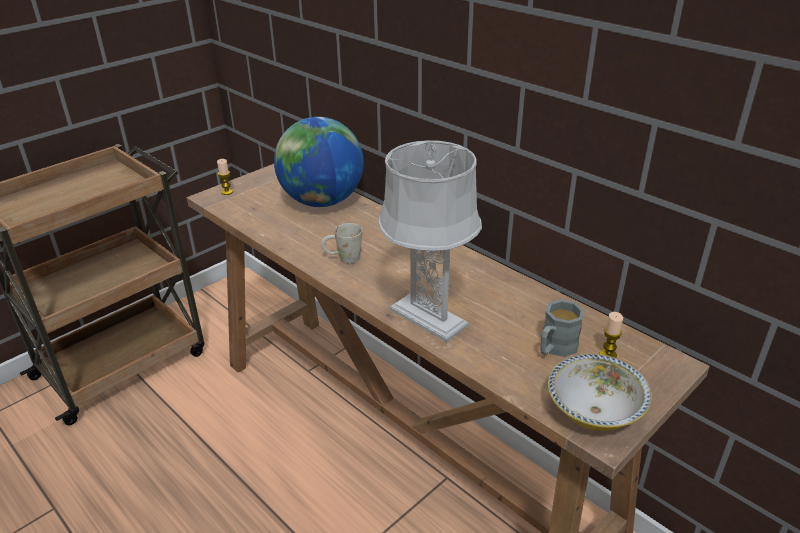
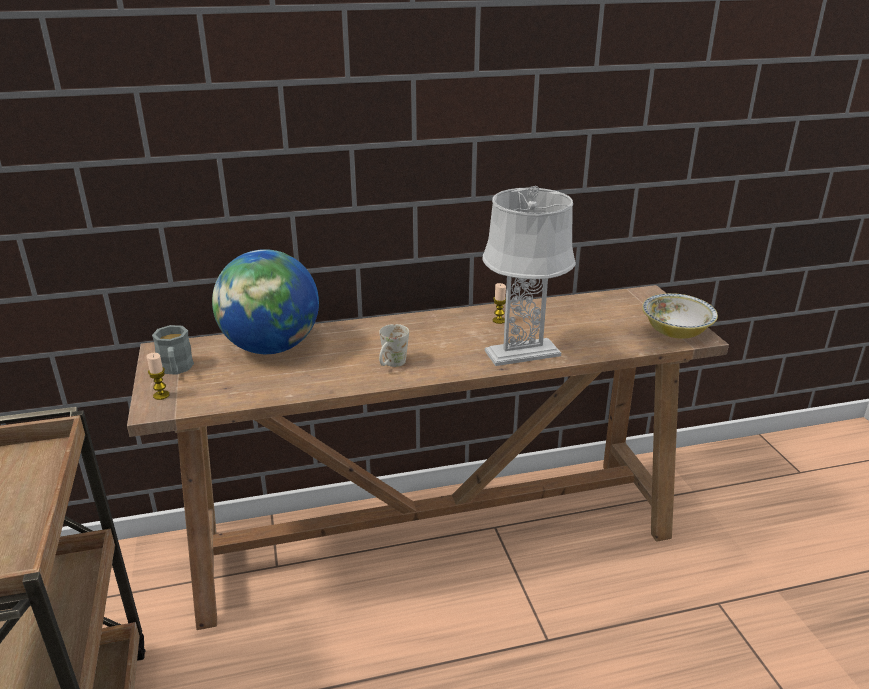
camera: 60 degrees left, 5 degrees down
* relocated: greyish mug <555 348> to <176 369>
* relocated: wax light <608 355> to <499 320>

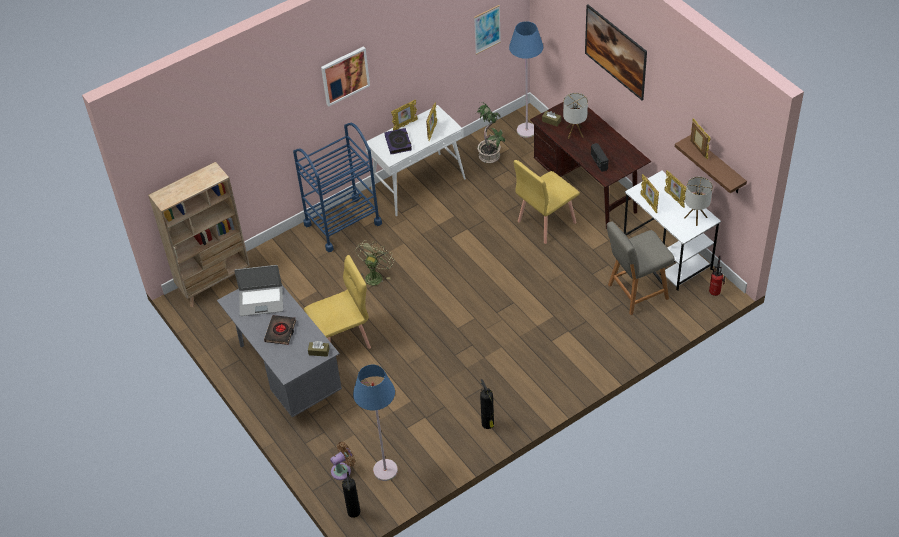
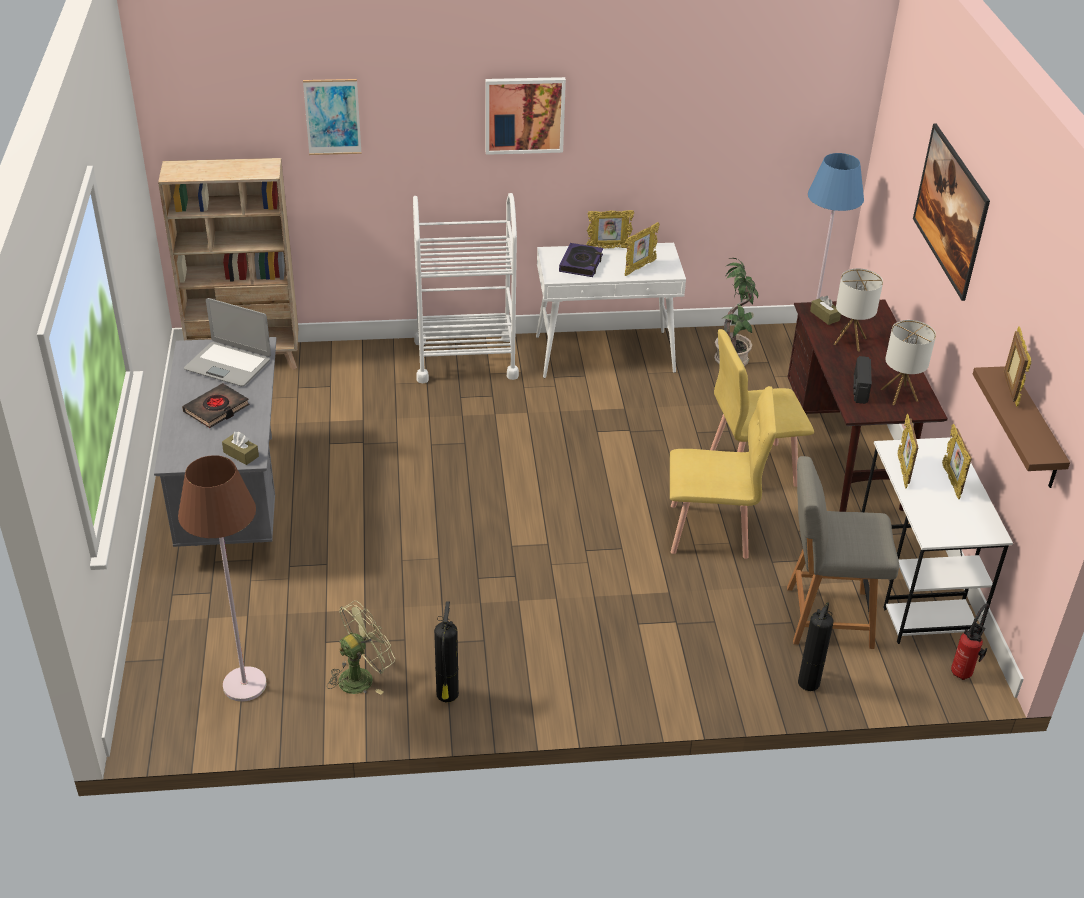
camera: 25 degrees right, 10 degrees down
* relocated: picture <487 29> to <332 117>
* colour: blue trolley <342 224> to white trolley <465 359>
* relocated: table lamp <695 217> to <899 395>
* relocated: green cooling fan <374 275> to <362 676>
* relocated: yellow upright chair <342 340> to <710 531>
* colour: blue standard lamp <385 470> to brown standard lamp <244 685>
* missing: brown cooling fan <343 470>
* relocated: fire-fighting cylinder <353 511> to <809 682>

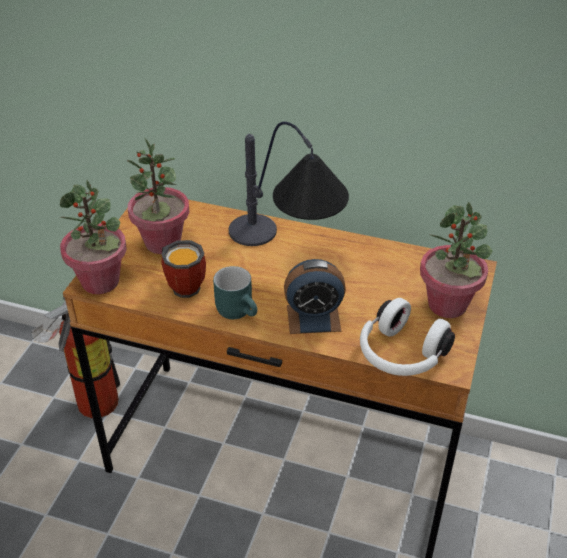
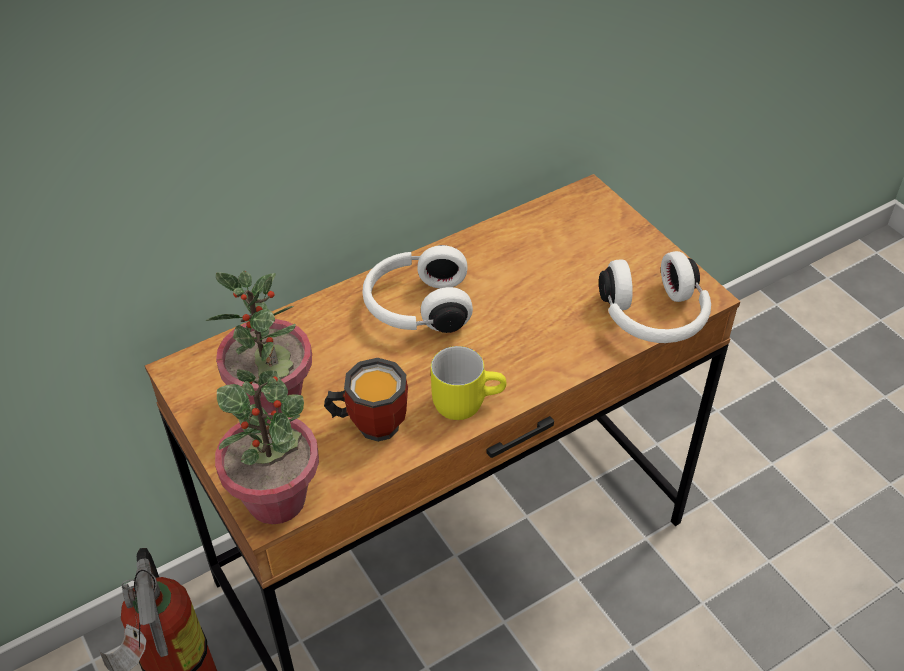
camera: 50 degrees left, 5 degrees up
* exchanged: table lamp <287 253> to white pair of headphones <417 307>
* missing: plant in a pot <448 304>
* missing: table clock <313 318>
* colour: turquoise mug <239 310> to yellow mug <466 400>

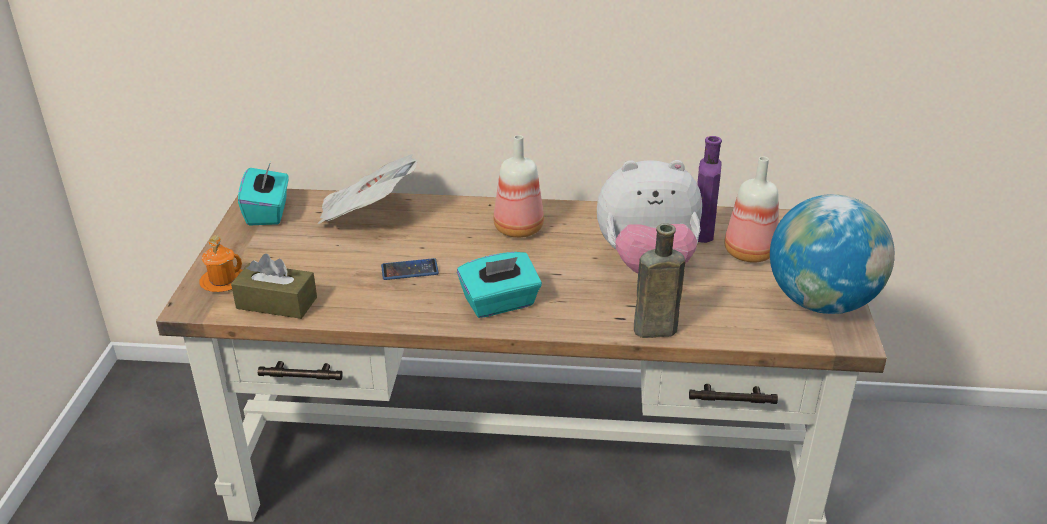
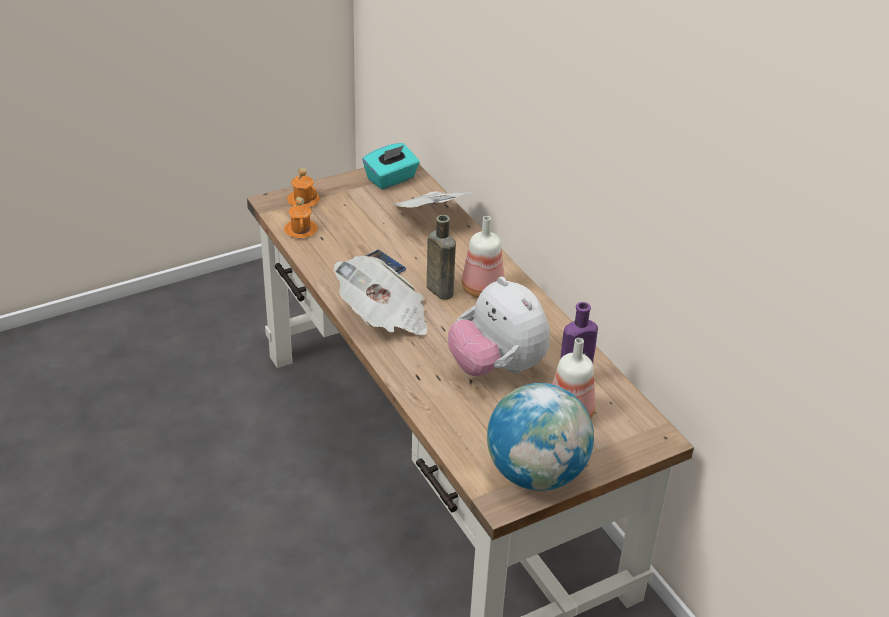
camera: 55 degrees right, 5 degrees up
* relocated: brown drink bottle <652 330> to <438 289>
* exchanged: turquoise tissue box <500 303> to daily paper <383 317>
* exchanged: brown tissue box <277 303> to orange-coloured mug <301 230>

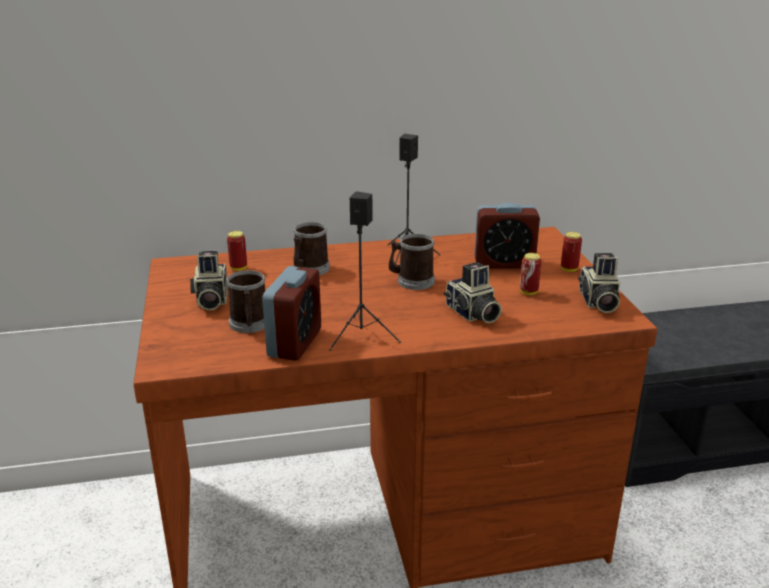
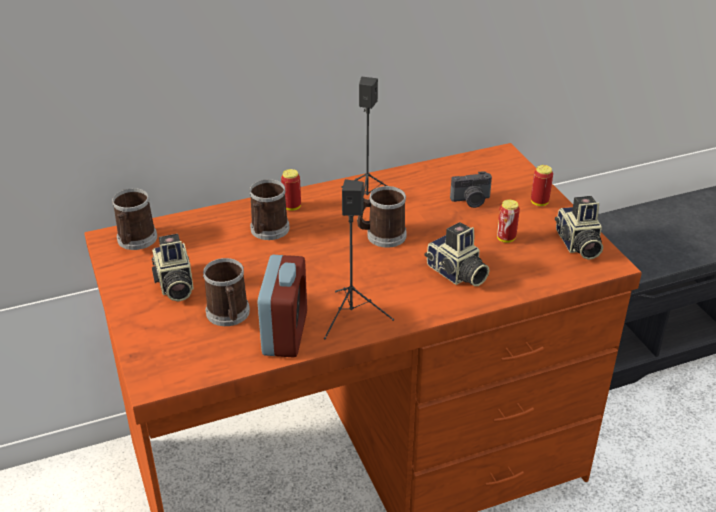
camera: 10 degrees left, 10 degrees up
* exchanged: table clock <504 263> to photo camera <471 201>
* relocated: can <238 268> to <292 207>
* appeared: mug <135 241>

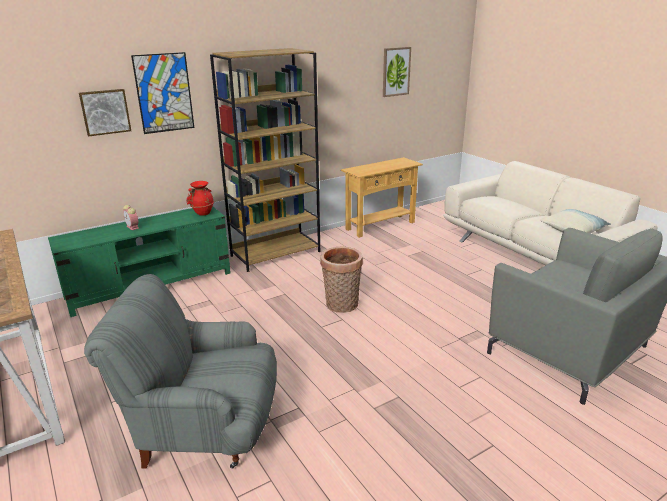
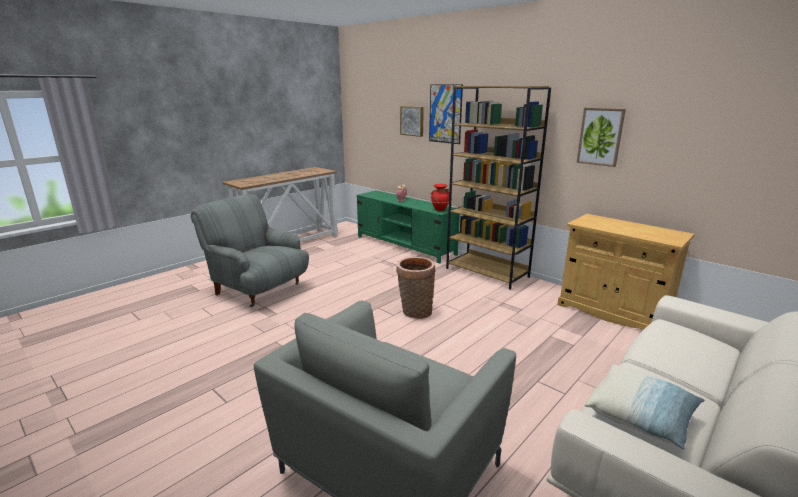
camera: 75 degrees right, 5 degrees down
* relocated: picture <396 71> to <600 136>
* exchanged: beige-coloured narrow table <380 226> to beige-coloured cabinet <612 312>
* spun: greyish lounge chair <203 428> = <258 289> 45 degrees counterclockwise

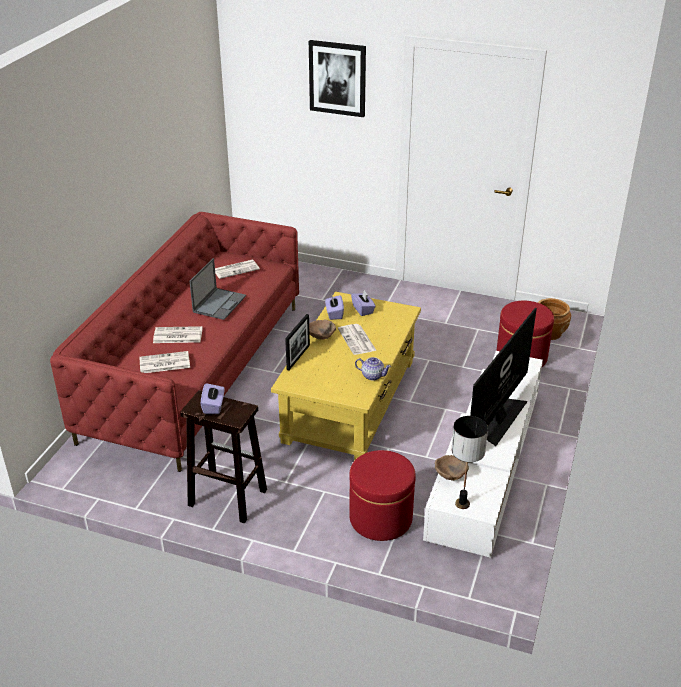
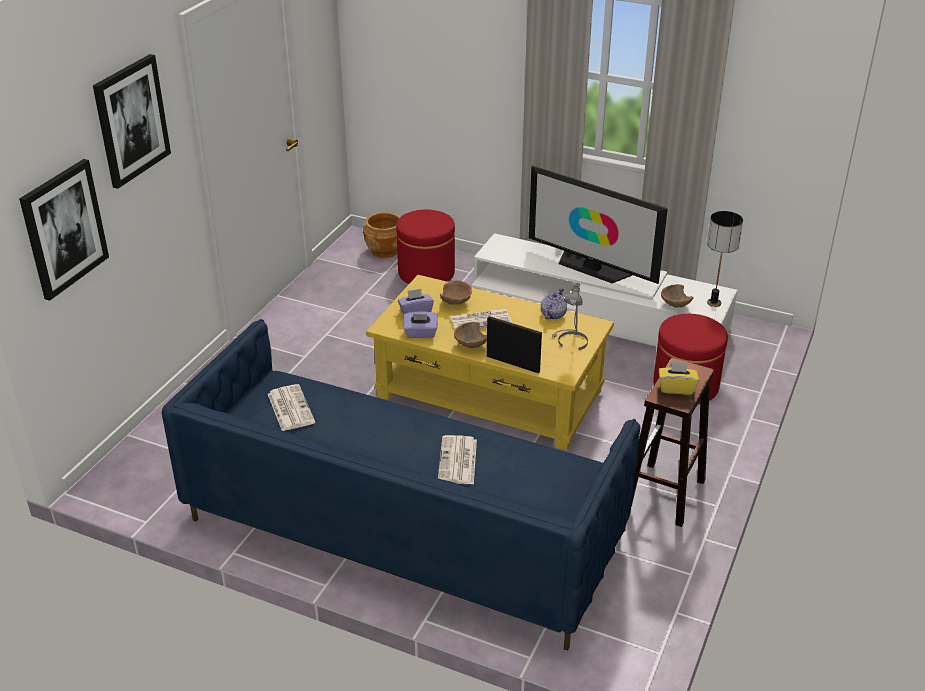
camera: 85 degrees left, 0 degrees up
* colour: red settee <195 369> to blue settee <403 528>
* missing: portable computer <219 303>
* missing: daily paper <164 363>
* colour: purple-coloured tissue box <213 406> to yellow tissue box <676 388>
* appeared: picture <64 228>
* appeared: brown serving bowl <456 303>
* appeared: greyish table lamp <570 341>

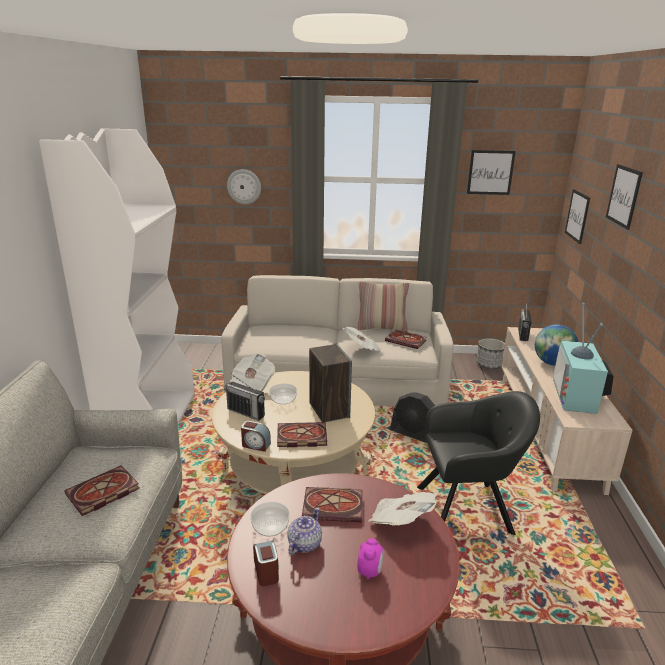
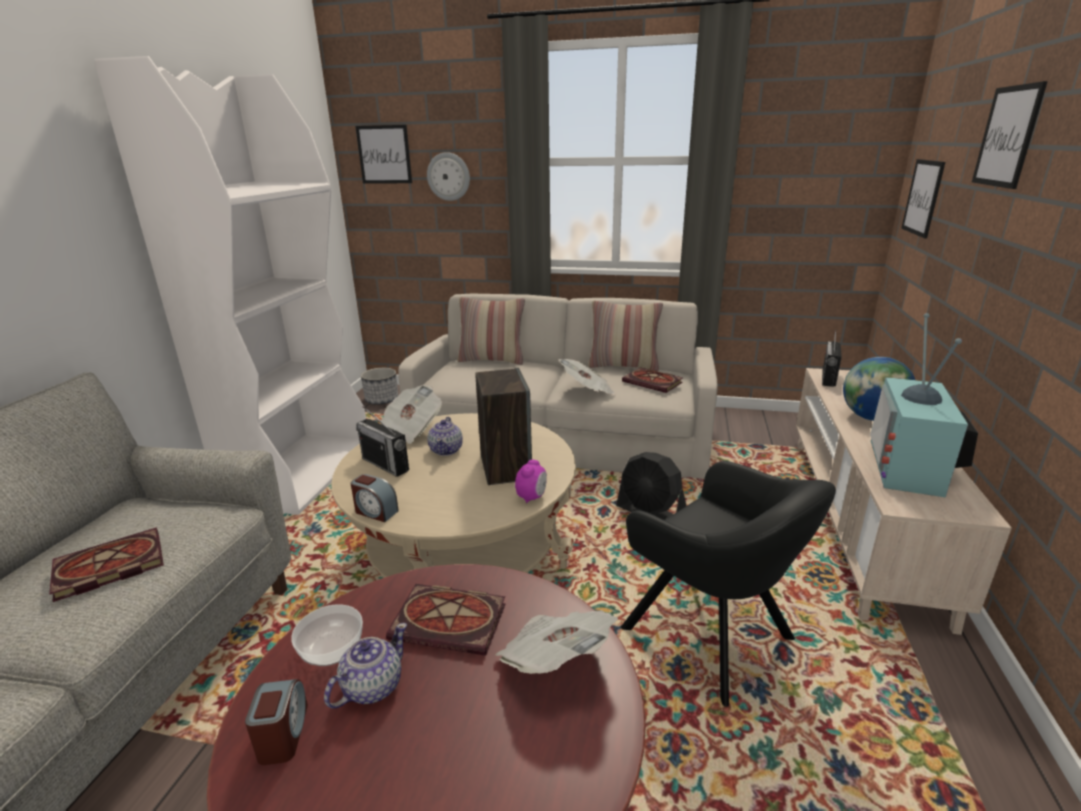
camera: 10 degrees right, 0 degrees up
* relocated: picture <490 172> to <384 154>
* relocated: plant pot <489 364> to <382 400>
* exchanged: serving bowl <283 399> to teapot <446 450>
* spun: black lounge chair <468 510> = <713 638> 45 degrees clockwise
* missing: bound book <300 437>
* relocated: table clock <370 571> to <532 497>
* appeared: pillow <492 360>

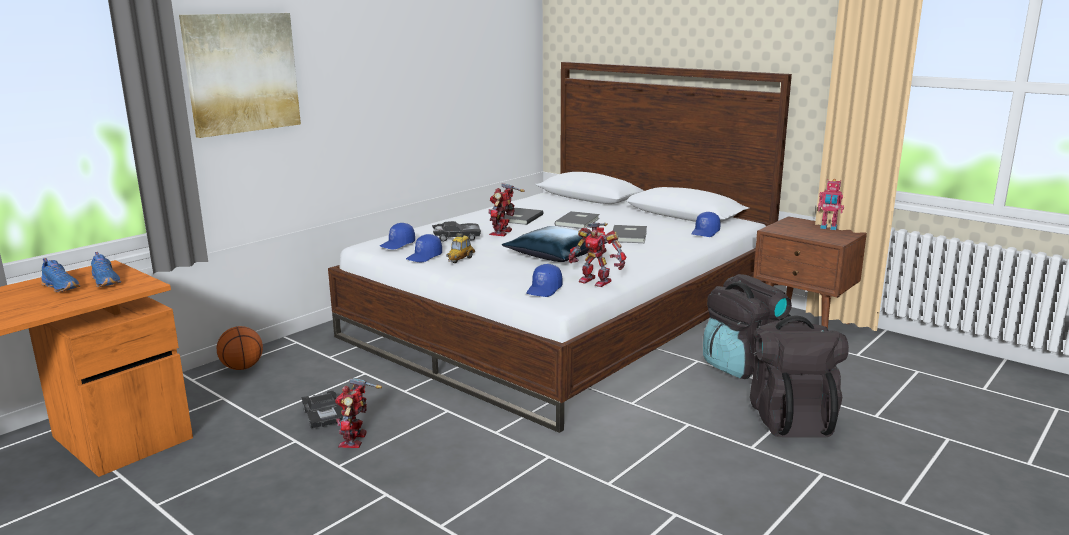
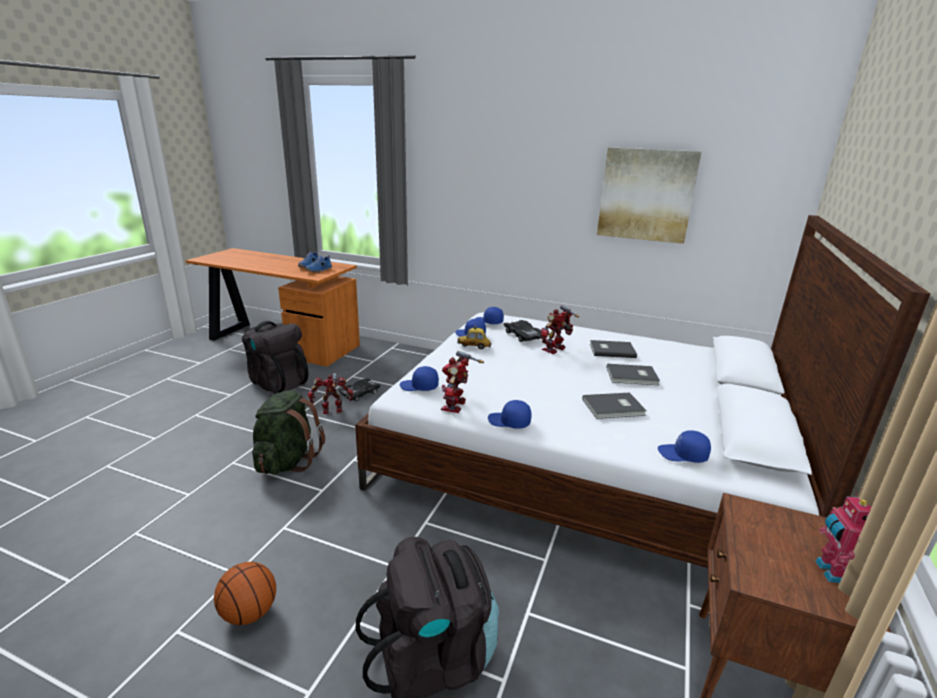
camera: 70 degrees right, 5 degrees up
* relocated: picture <242 73> to <646 195>
* spun: model robot <502 233> = <555 349> 45 degrees counterclockwise
* missing: blue pillow <556 255>
* relocated: black knapsack <744 365> to <277 382>
* relocated: ball for basketball <242 367> to <249 613>
* appeared: green knapsack <287 461>
* appeared: blue peaked cap <509 422>

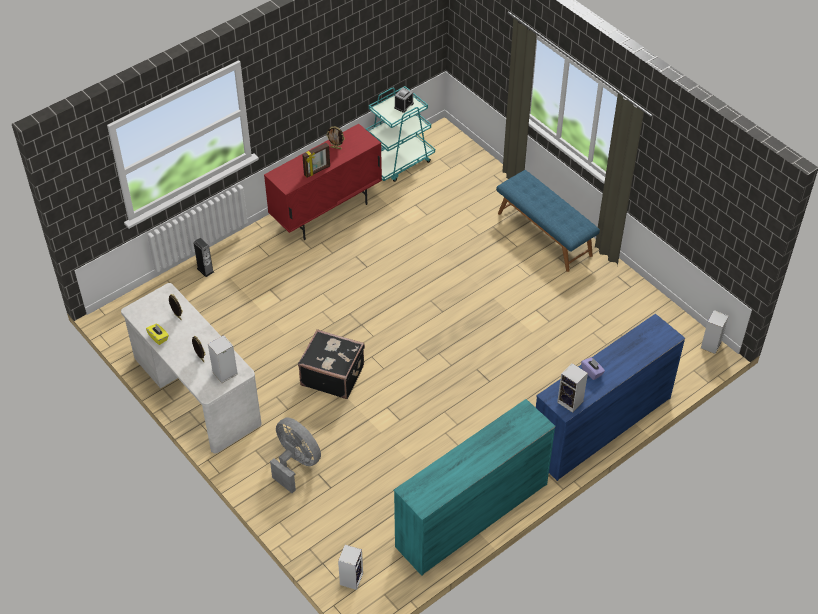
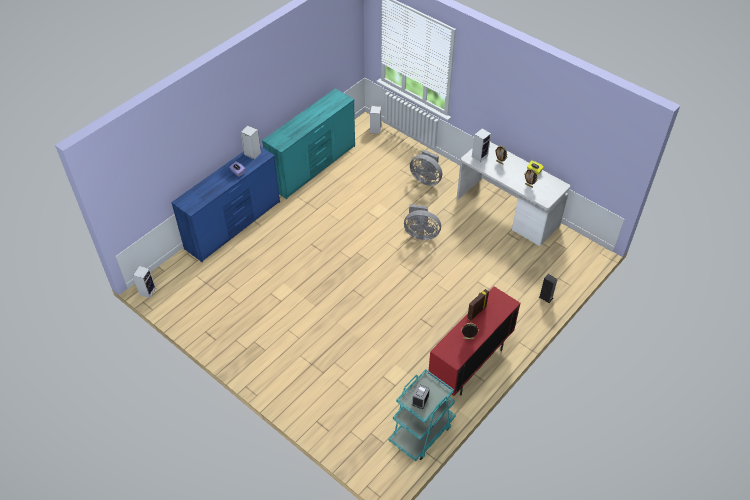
camera: 170 degrees right, 0 degrees up
* missing: blue long seat <545 234>
* exchanged: black piece of luggage <332 375> to greyish cooling fan <421 233>

